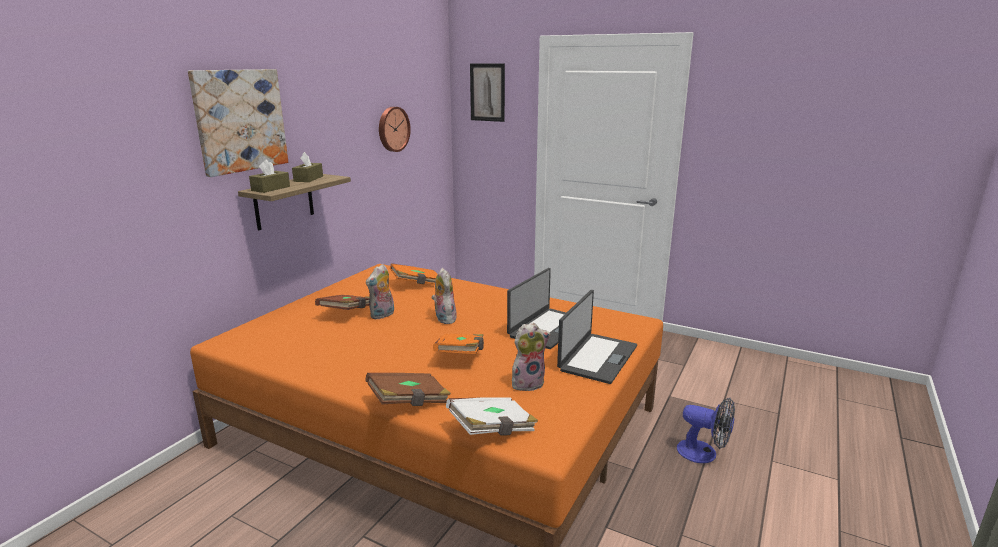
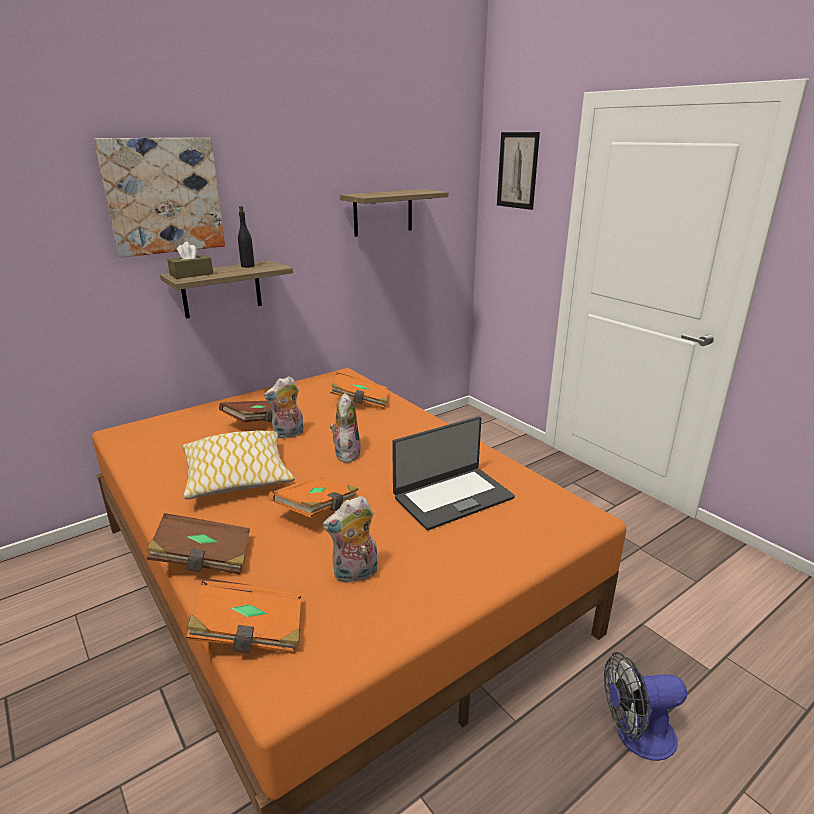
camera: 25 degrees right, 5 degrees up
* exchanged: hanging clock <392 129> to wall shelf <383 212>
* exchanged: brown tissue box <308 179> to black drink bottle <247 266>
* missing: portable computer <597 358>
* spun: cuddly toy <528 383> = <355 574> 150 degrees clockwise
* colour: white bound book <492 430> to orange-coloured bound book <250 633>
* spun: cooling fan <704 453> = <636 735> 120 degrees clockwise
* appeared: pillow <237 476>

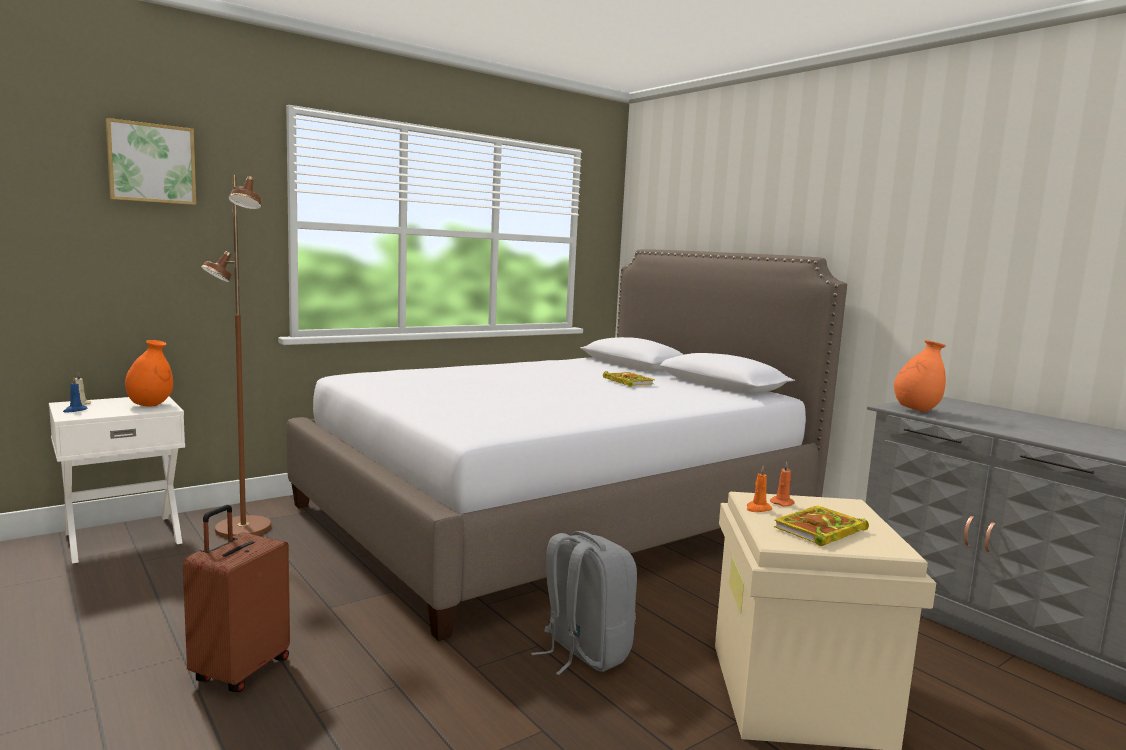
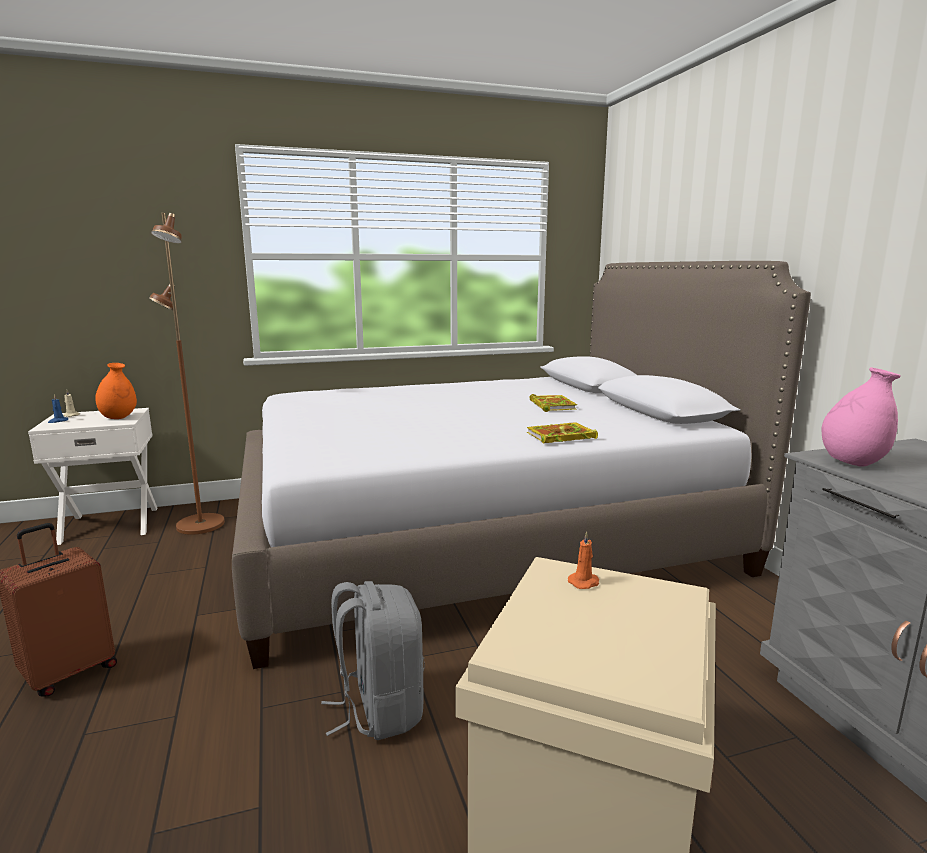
camera: 20 degrees right, 5 degrees up
* missing: picture <151 163>
* colour: orange-coloured vase <916 410> to pinkish vase <852 463>
* missing: orange-coloured wax light <758 509>
* relocated: bound book <819 531> to <559 437>

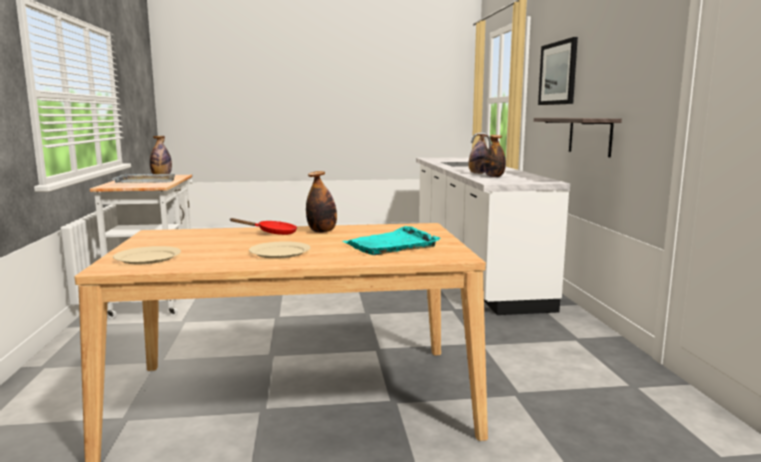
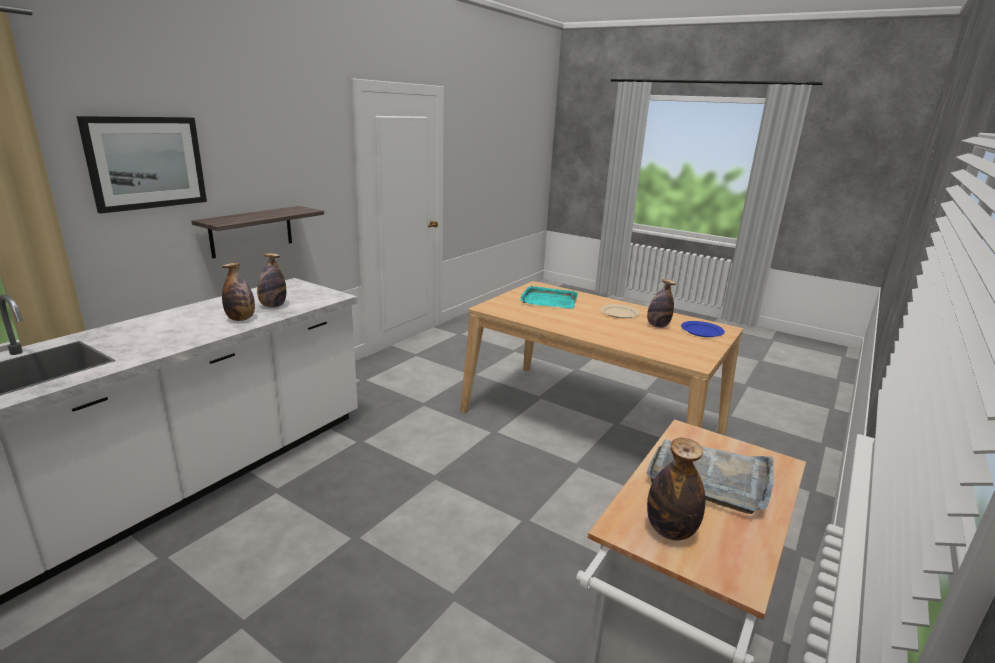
camera: 140 degrees left, 10 degrees up
* relocated: drink bottle <322 231> to <657 326>
* missing: red pan <273 233>
* colour: beige-coloured flat dish <147 258> to blue flat dish <702 331>

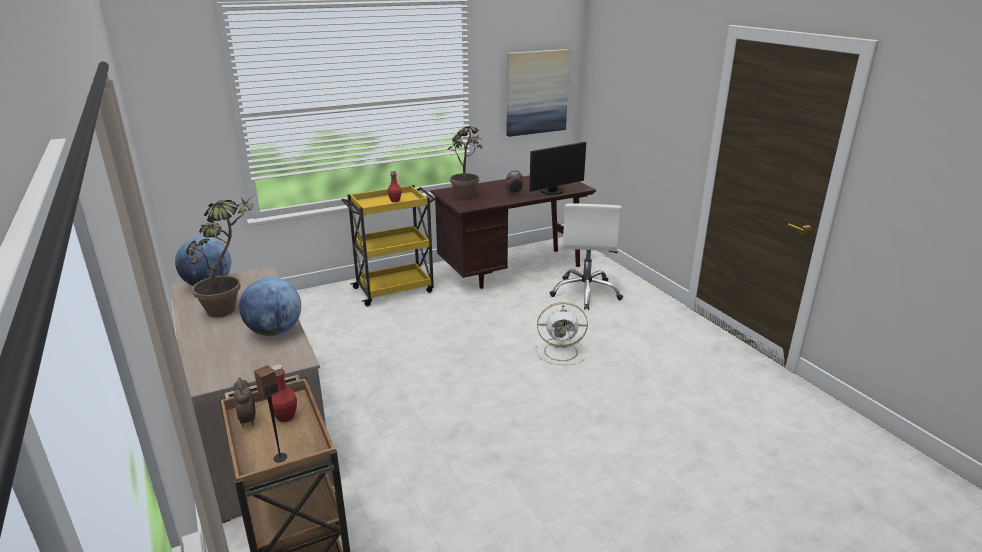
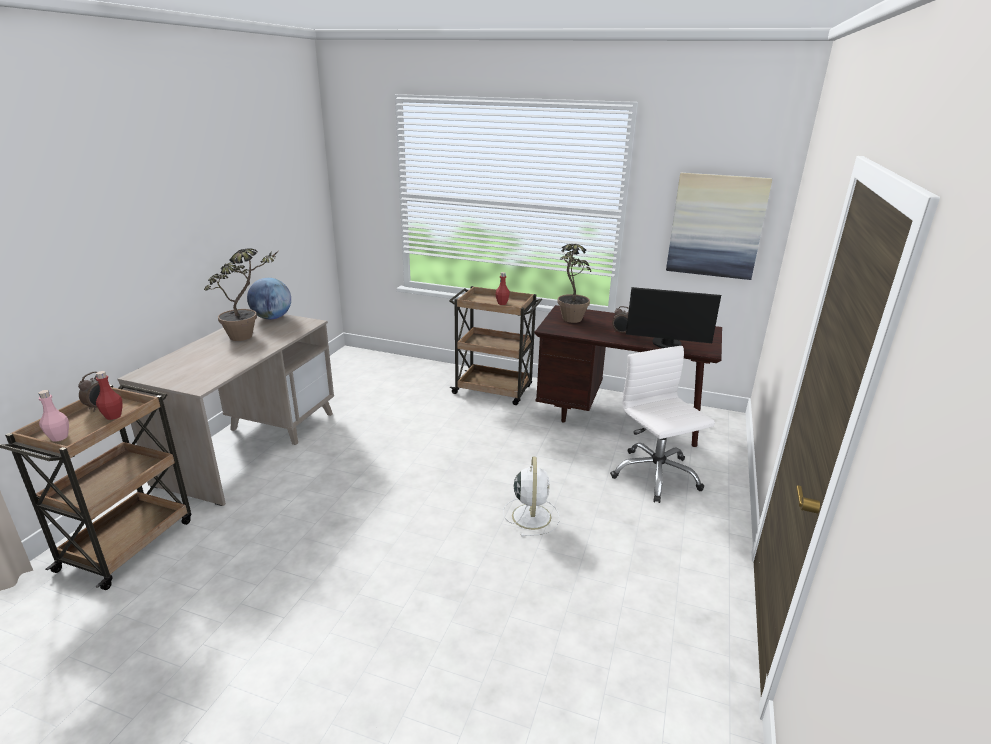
camera: 45 degrees right, 0 degrees up
* colour: yellow trolley <395 289> to brown trolley <494 390>
* spun: white office chair <586 293> = <655 475> 105 degrees clockwise
* missing: world globe <274 331>
* spun: white cooling fan <562 352> = <531 515> 135 degrees counterclockwise
* exchanged: audio speaker <280 457> to pinkish drink bottle <59 437>

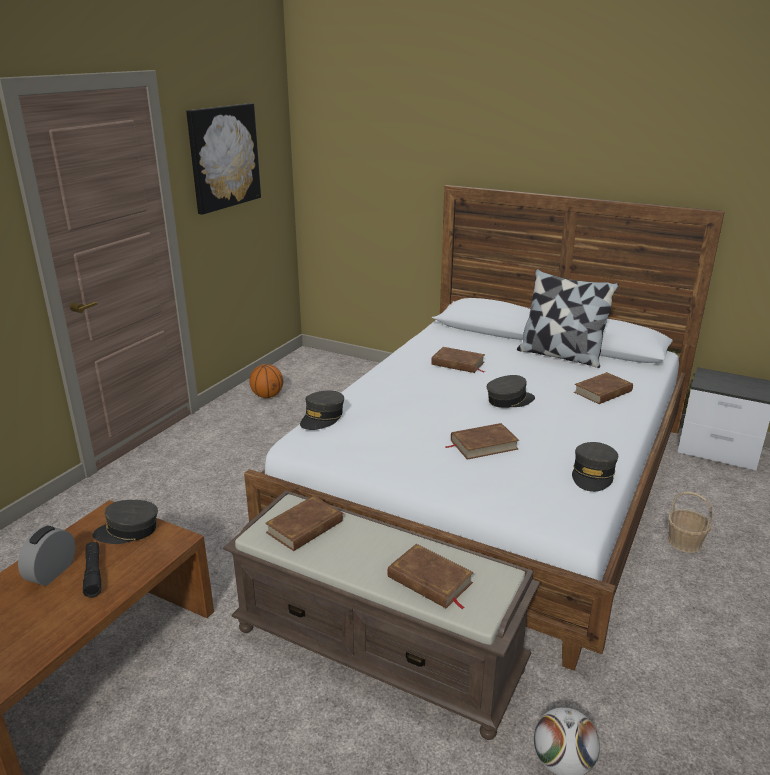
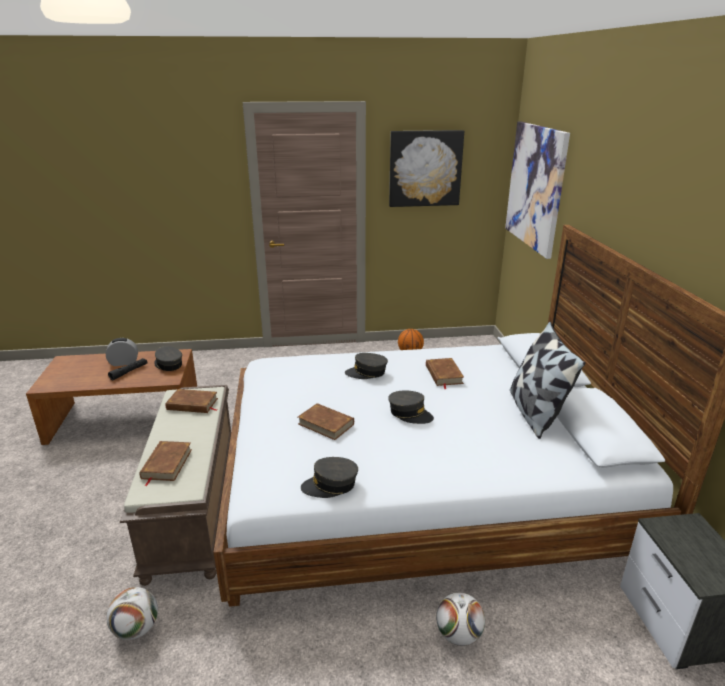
camera: 55 degrees right, 0 degrees up
* missing: brown bound book <603 392>
* relocated: greyish peaked cap <322 417> to <366 372>
* exchanged: household basket <684 542> to football ball <458 634>
* appeared: picture <535 187>

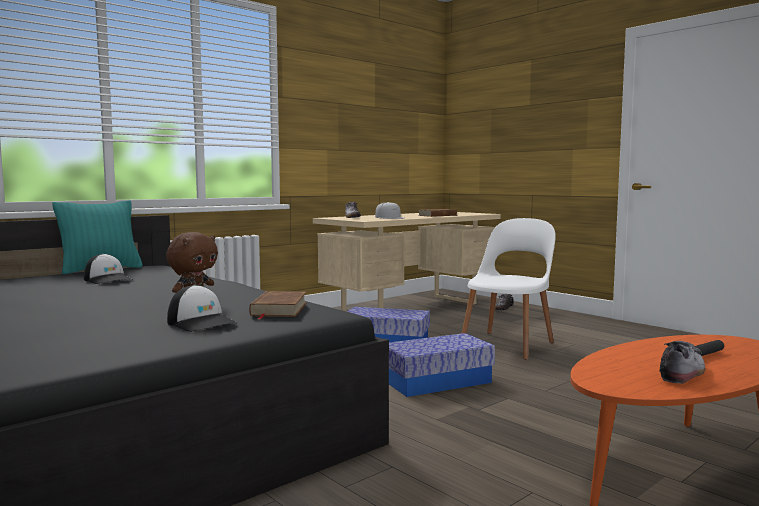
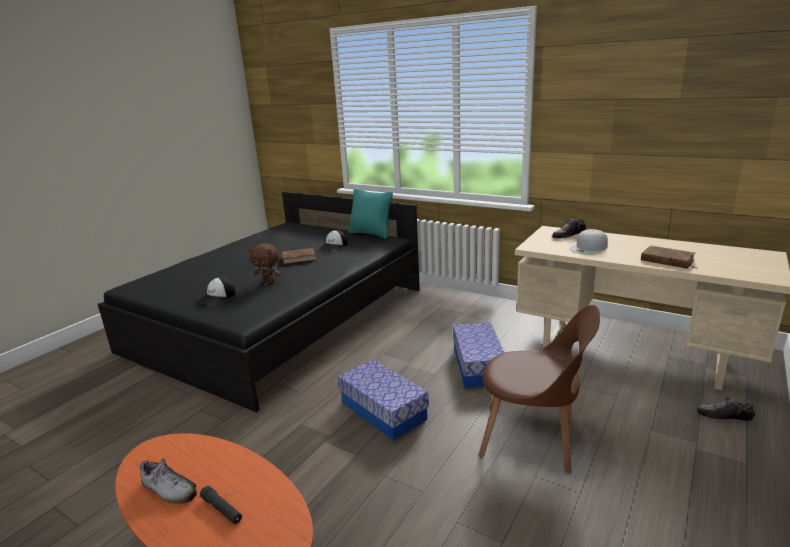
camera: 75 degrees right, 15 degrees up
* colour: white upright chair <508 344> to brown upright chair <533 438>
* relocated: brown bound book <279 309> to <298 258>

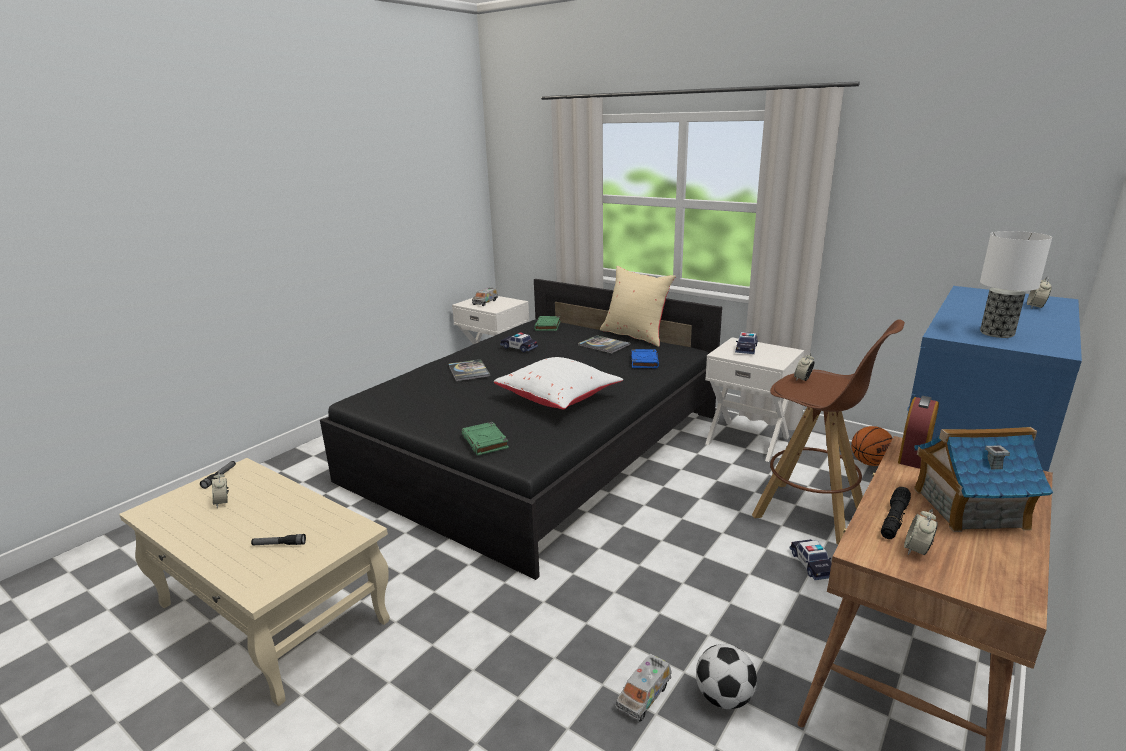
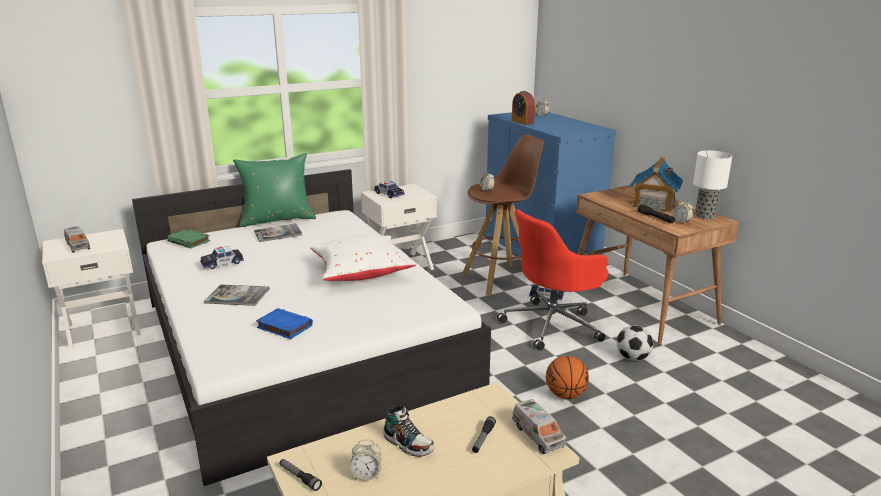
camera: 65 degrees left, 0 degrees up
* relocated: table lamp <996 333> to <704 216>
* colour: beige-coloured pillow <635 335> to green pillow <277 219>
* colour: black sleeping bed <538 447> to white sleeping bed <300 344>
* relocated: blue bound book <644 361> to <284 326>
* relocated: table clock <914 455> to <522 122>
* missing: green bound book <485 442>
* relocated: ball for basketball <870 463> to <565 395>
* relocated: toy truck <644 695> to <538 435>
* appeared: red office chair <553 325>
* appeared: low shoe <408 443>

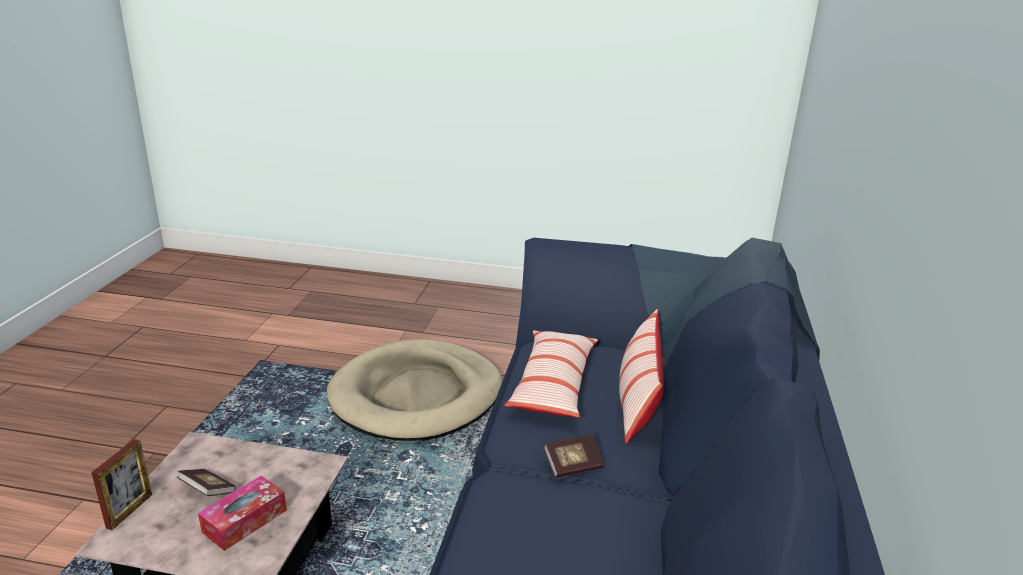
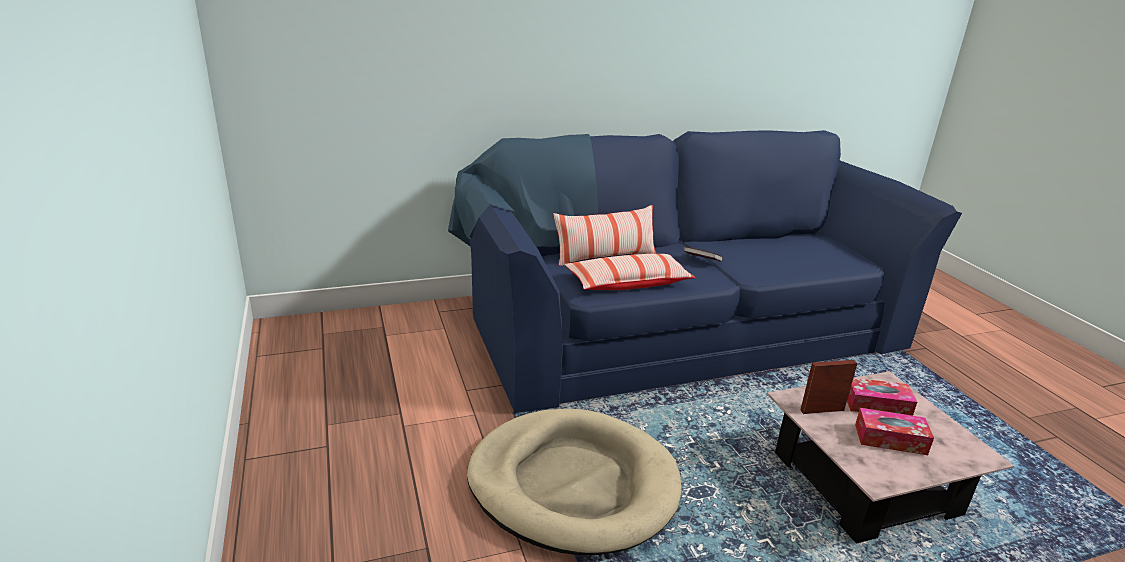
camera: 120 degrees left, 0 degrees up
* relocated: picture frame <129 511> to <822 410>
* exchanged: bound book <208 491> to tissue box <890 439>

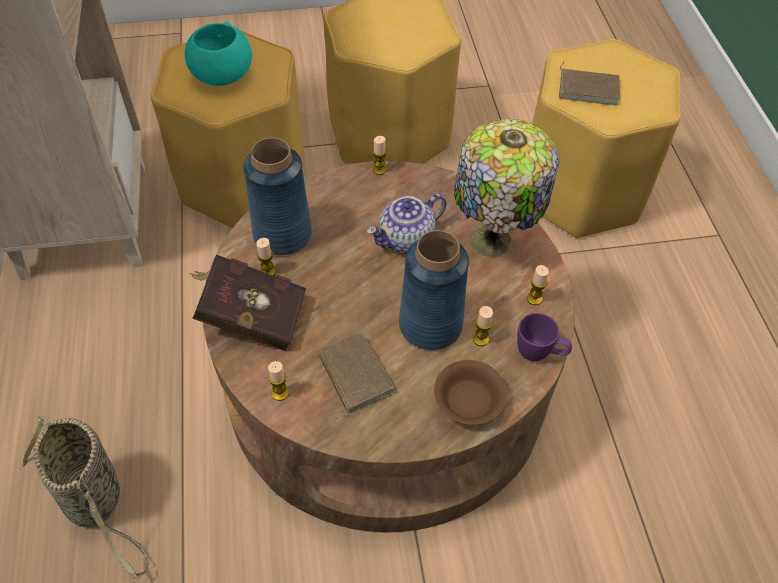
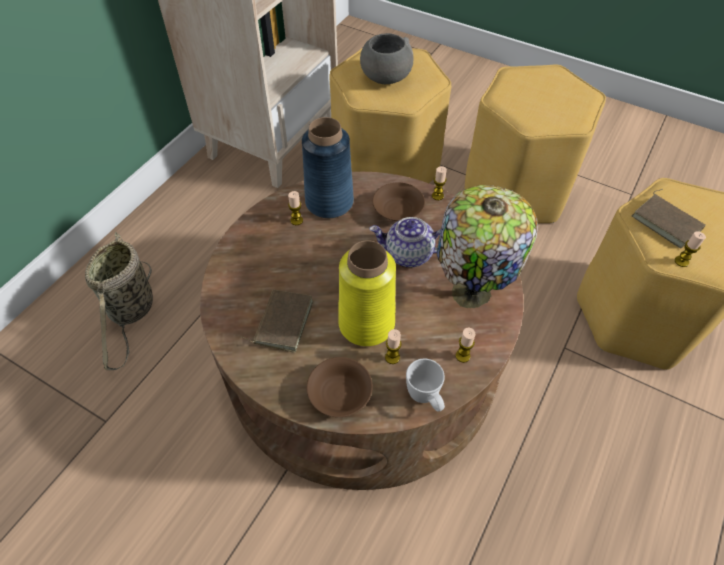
camera: 40 degrees right, 0 degrees up
* colour: turquoise serving bowl <222 76> to greyish serving bowl <385 77>
* colour: blue vase <430 325> to yellow vase <366 324>
* missing: red bound book <250 316>
* colour: purple-coloured mug <539 354> to white mug <426 398>
* relocated: wax light <280 393> to <681 261>
* appeared: brown serving bowl <398 211>

